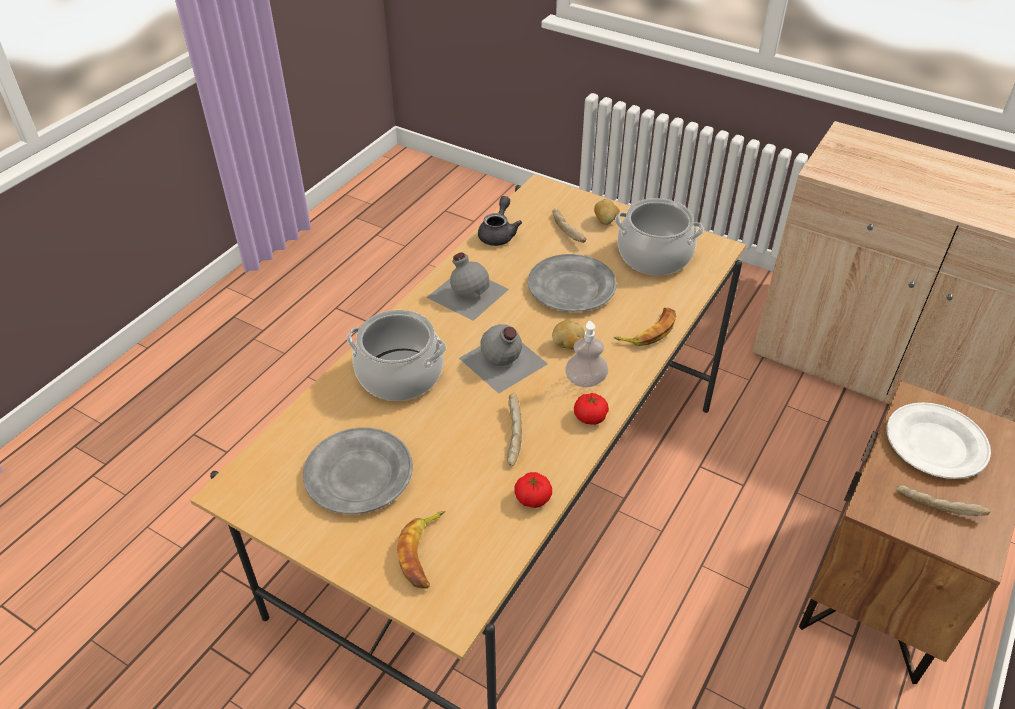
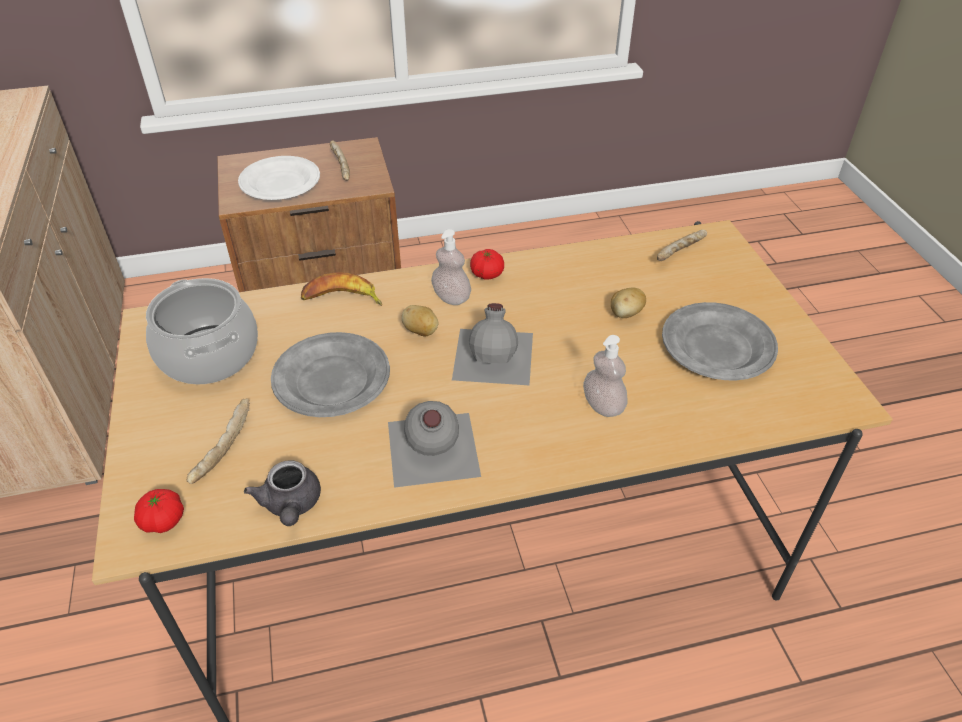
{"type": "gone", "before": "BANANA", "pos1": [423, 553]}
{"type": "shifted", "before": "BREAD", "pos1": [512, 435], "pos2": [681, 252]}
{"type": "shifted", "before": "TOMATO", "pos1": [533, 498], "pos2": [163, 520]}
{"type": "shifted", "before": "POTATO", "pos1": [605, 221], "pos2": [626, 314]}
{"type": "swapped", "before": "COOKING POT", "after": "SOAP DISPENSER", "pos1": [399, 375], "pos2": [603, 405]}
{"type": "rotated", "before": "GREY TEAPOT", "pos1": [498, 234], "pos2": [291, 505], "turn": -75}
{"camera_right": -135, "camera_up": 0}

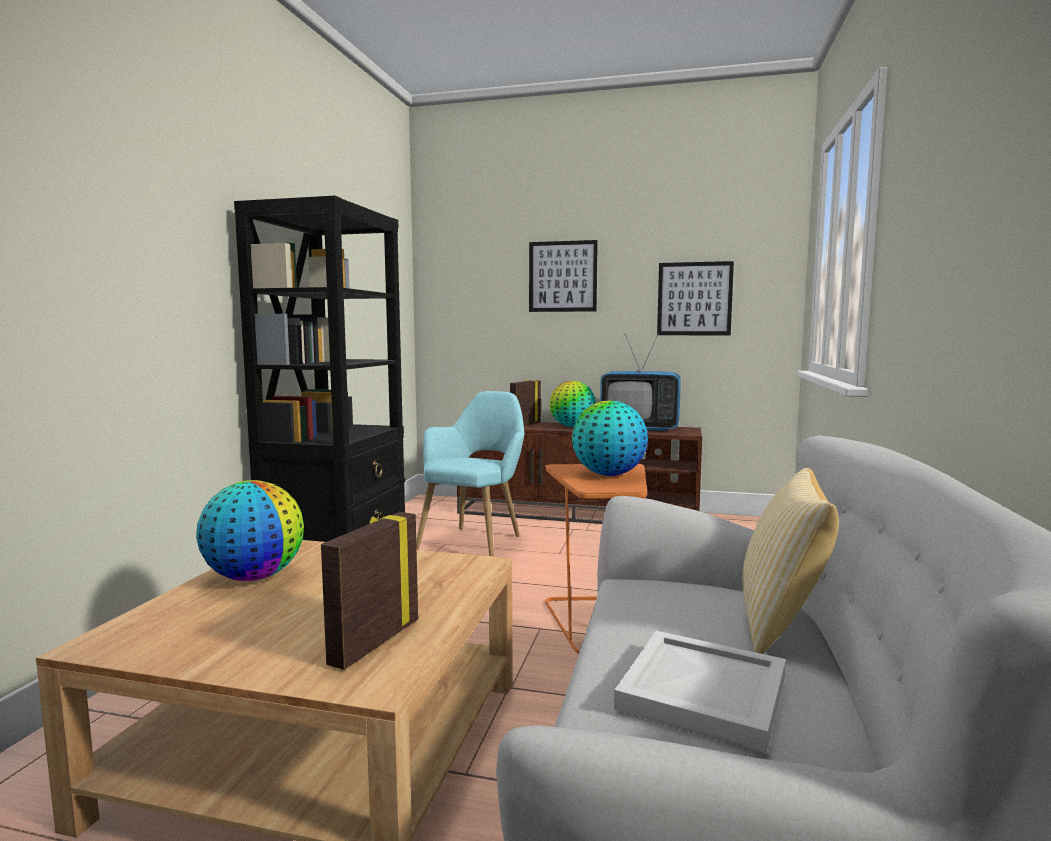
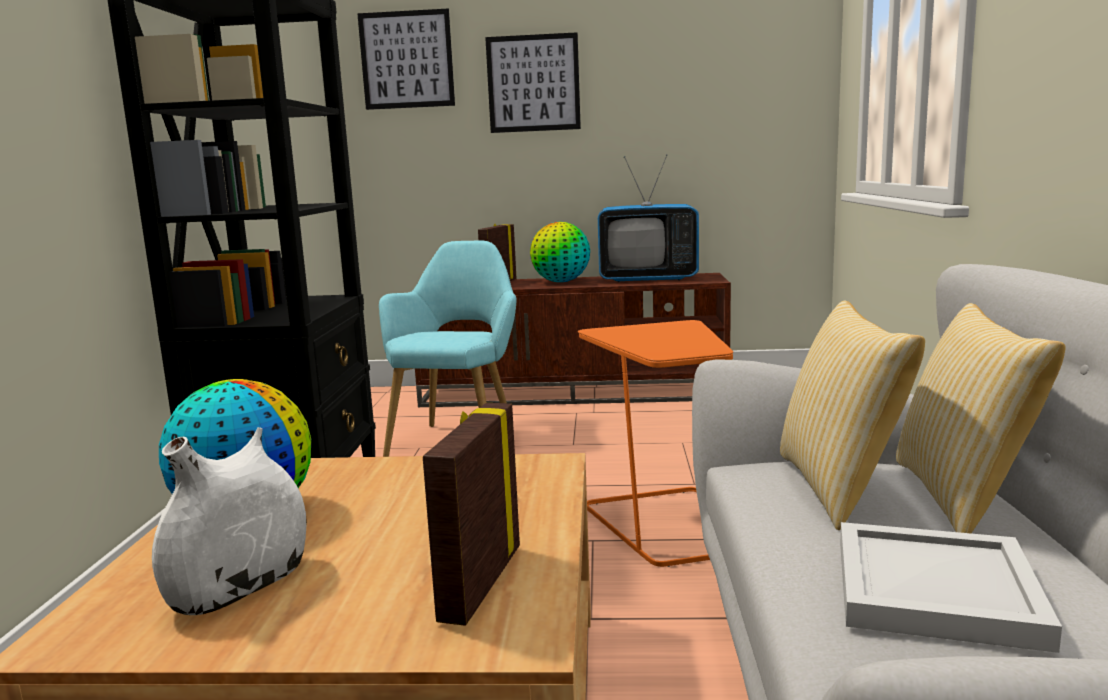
{"type": "gone", "before": "GLOBE", "pos1": [608, 475]}
{"type": "new", "after": "WHITE VASE", "pos2": [241, 586]}
{"type": "new", "after": "PILLOW", "pos2": [840, 488]}
{"type": "shifted", "before": "PICTURE", "pos1": [694, 299], "pos2": [407, 60]}
{"camera_right": -10, "camera_up": 5}

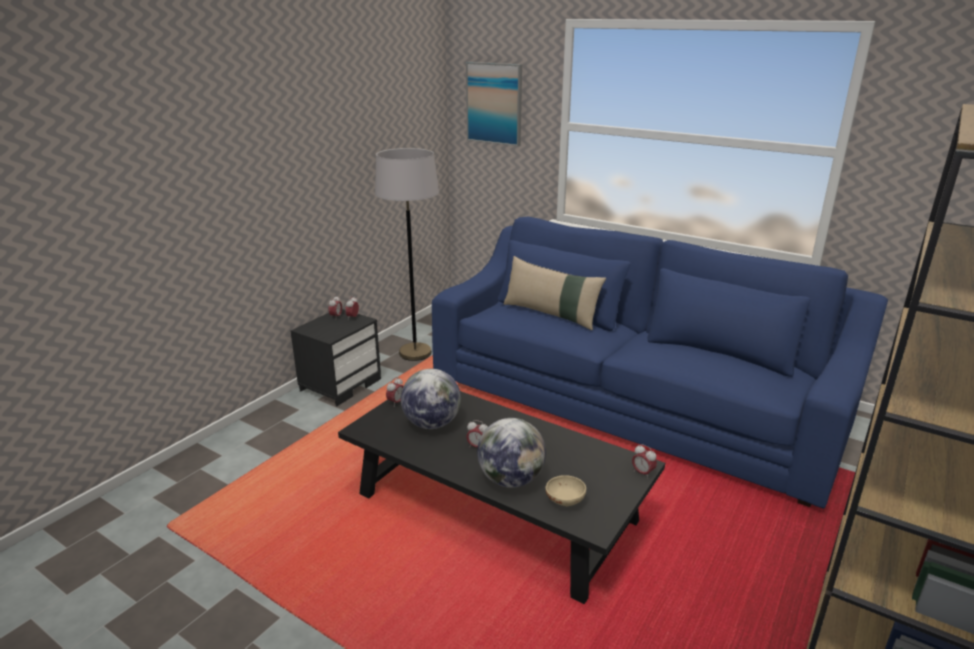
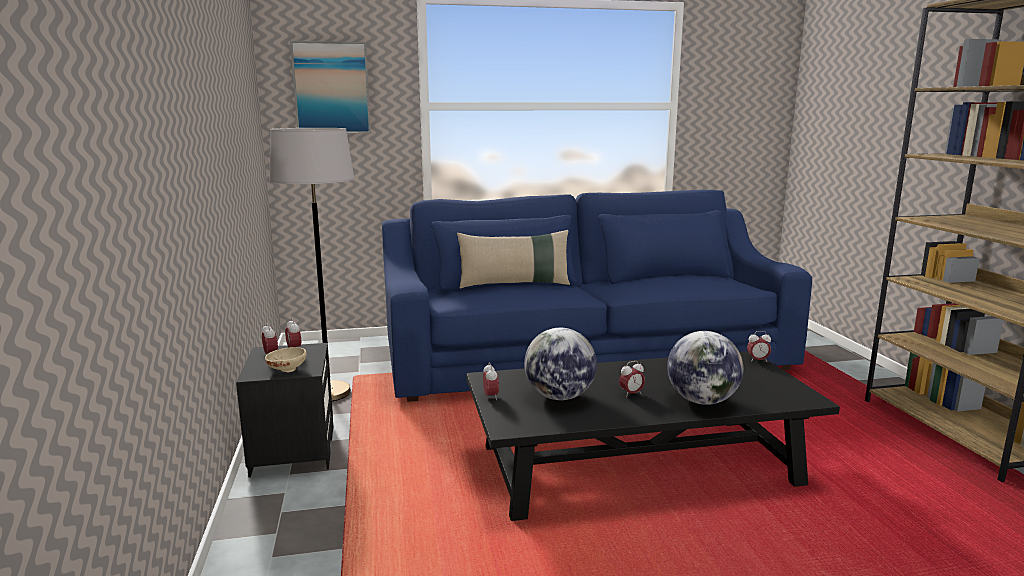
{"type": "shifted", "before": "BEIGE BOWL", "pos1": [564, 500], "pos2": [286, 369]}
{"camera_right": -45, "camera_up": -10}

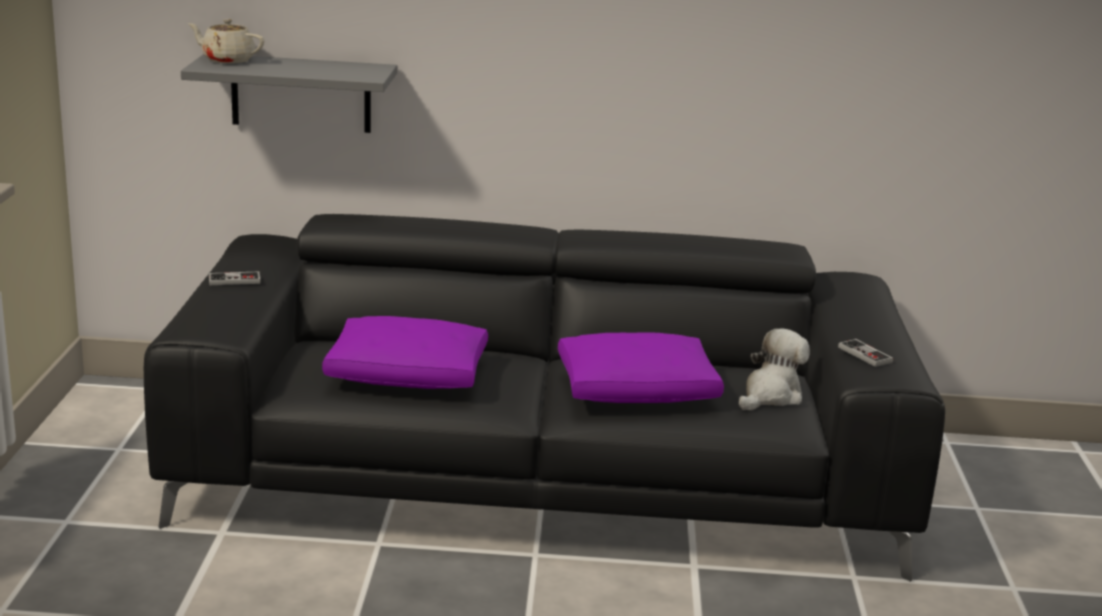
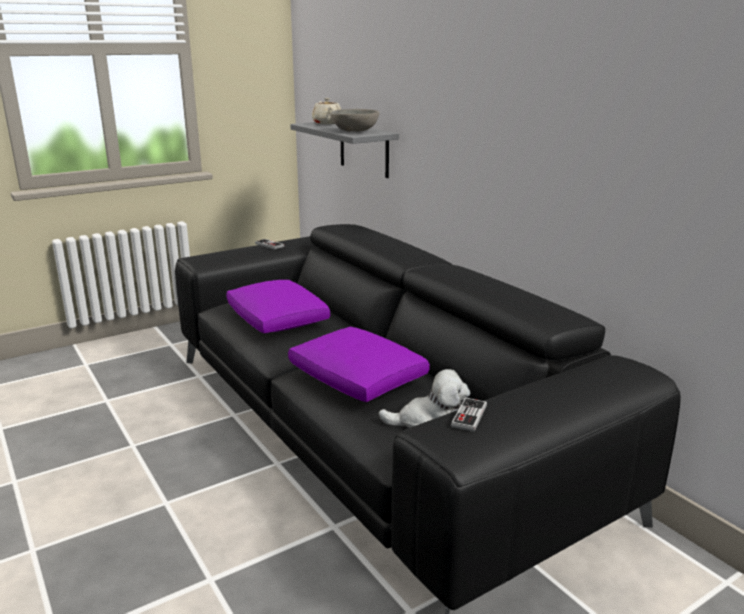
{"type": "new", "after": "GREY BOWL", "pos2": [354, 131]}
{"camera_right": 55, "camera_up": 0}

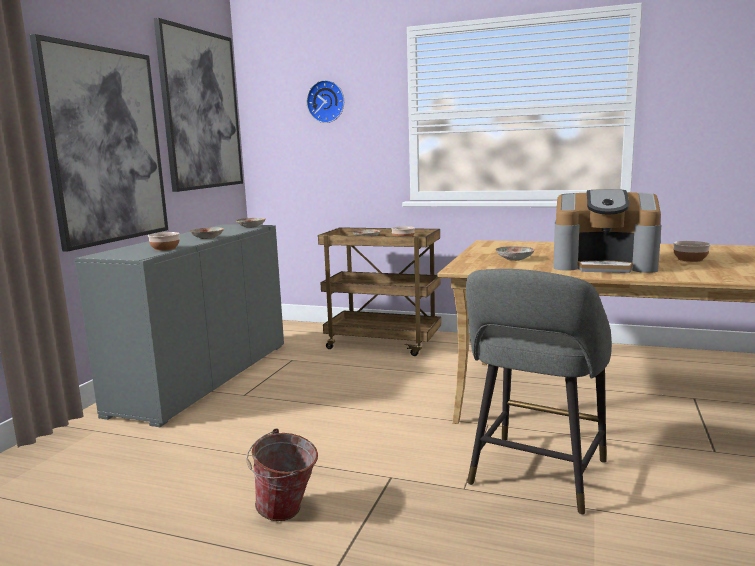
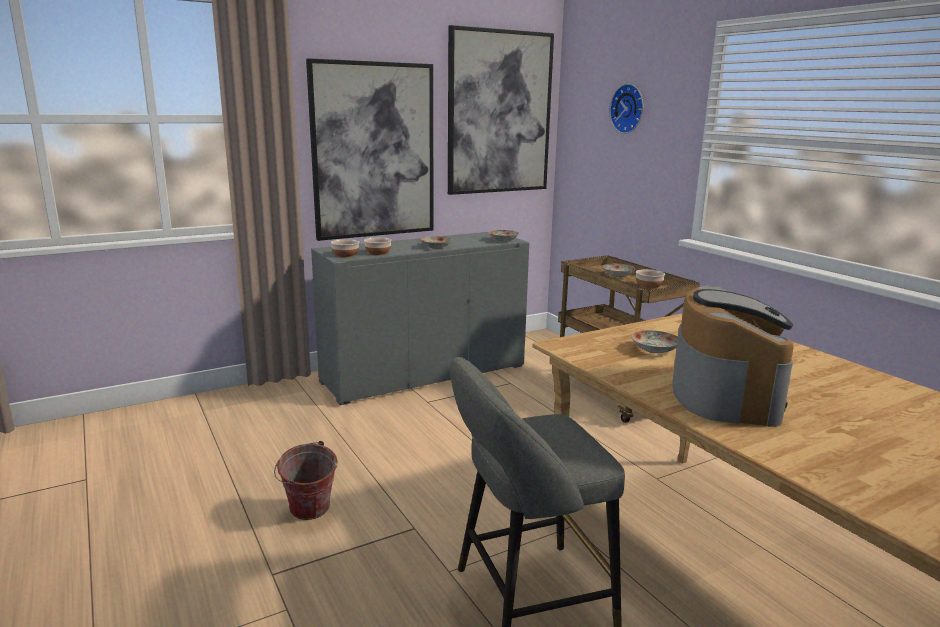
{"type": "shifted", "before": "BOWL", "pos1": [689, 259], "pos2": [345, 255]}
{"type": "rotated", "before": "COFFEE MACHINE", "pos1": [604, 265], "pos2": [725, 393], "turn": -135}
{"camera_right": 40, "camera_up": 5}

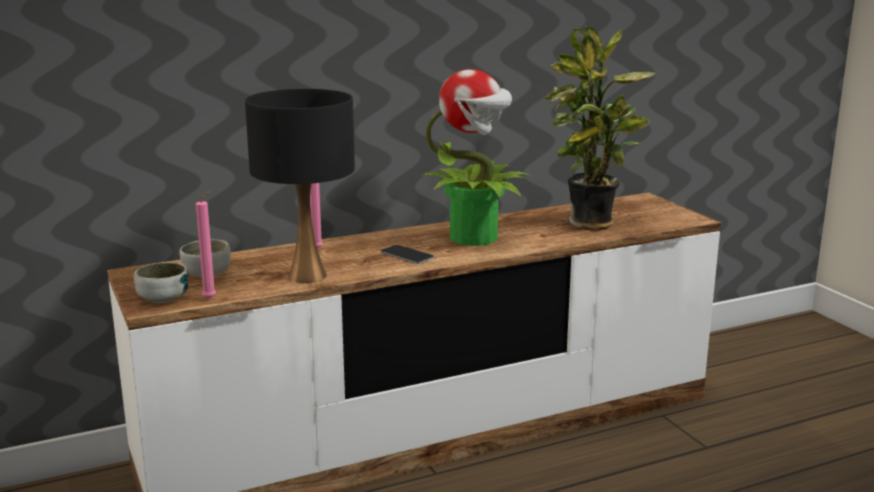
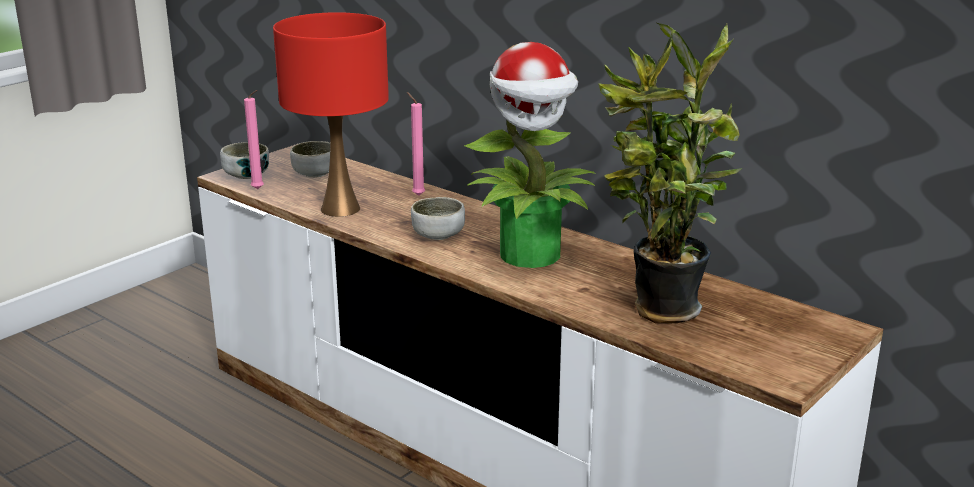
{"type": "swapped", "before": "PHONE", "after": "BOWL", "pos1": [407, 255], "pos2": [438, 235]}
{"type": "repainted", "before": "BLACK TABLE LAMP", "after": "RED TABLE LAMP", "pos1": [306, 276], "pos2": [340, 208]}
{"camera_right": 65, "camera_up": 5}

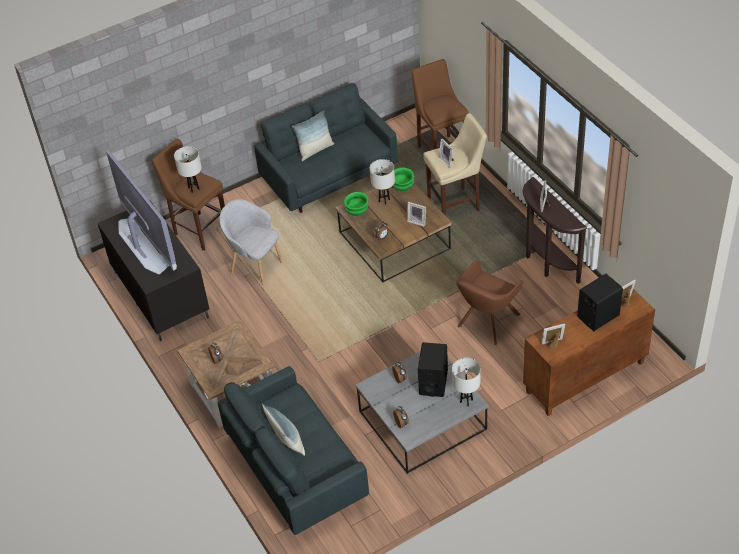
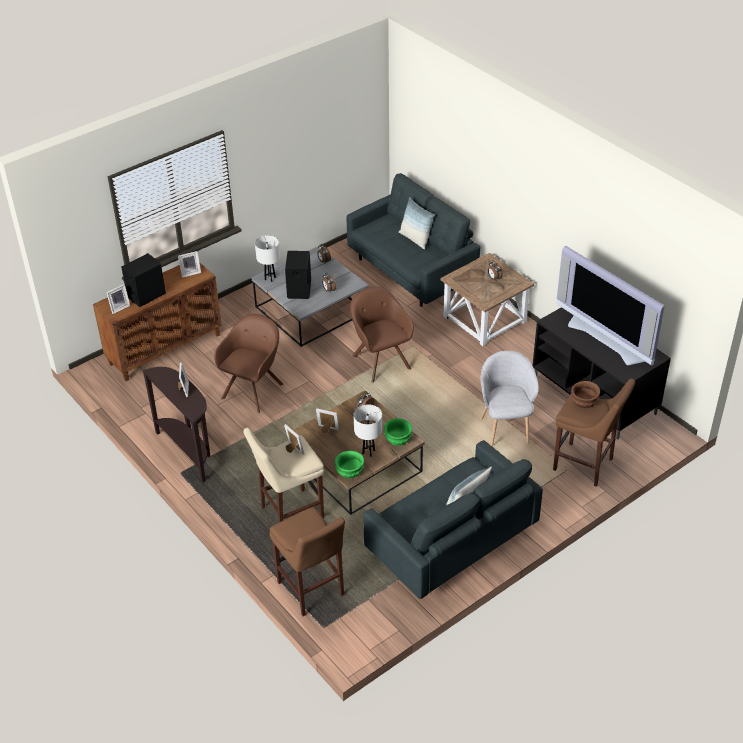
{"type": "new", "after": "BROWN ARMCHAIR", "pos2": [380, 360]}
{"type": "swapped", "before": "WHITE TABLE LAMP", "after": "BROWN BOWL", "pos1": [193, 188], "pos2": [584, 402]}
{"type": "rotated", "before": "GREY ARMCHAIR", "pos1": [255, 266], "pos2": [505, 429], "turn": -120}
{"camera_right": 170, "camera_up": -5}

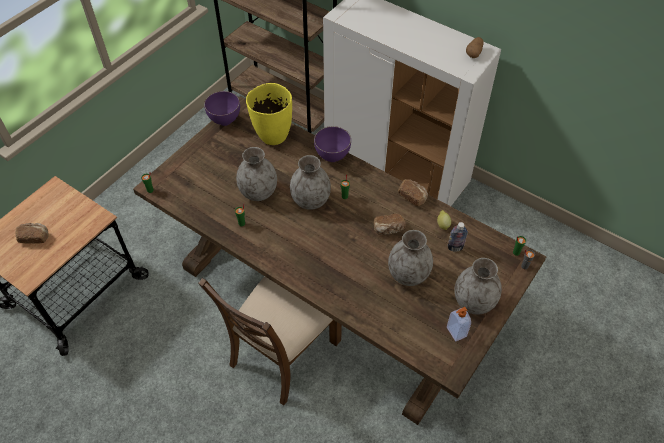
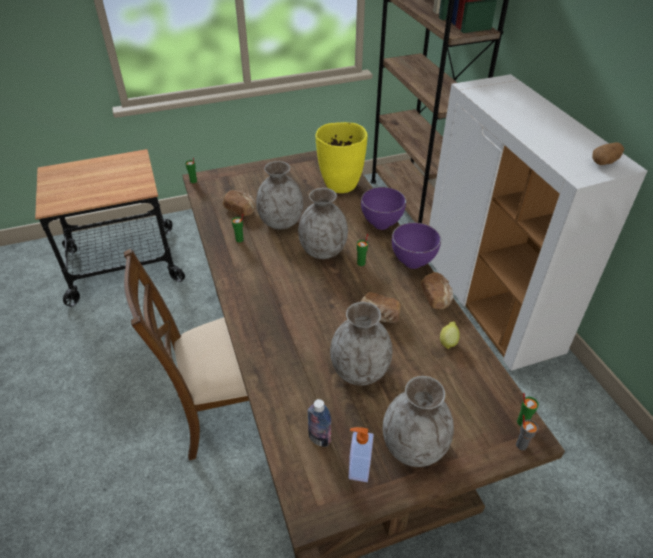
{"type": "shifted", "before": "BREAD", "pos1": [34, 237], "pos2": [240, 209]}
{"type": "shifted", "before": "PURPLE BOWL", "pos1": [226, 121], "pos2": [413, 264]}
{"type": "shifted", "before": "BOTTLE", "pos1": [455, 247], "pos2": [319, 439]}
{"camera_right": 35, "camera_up": -10}

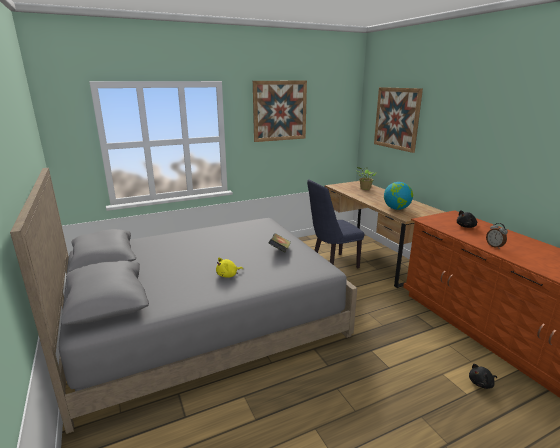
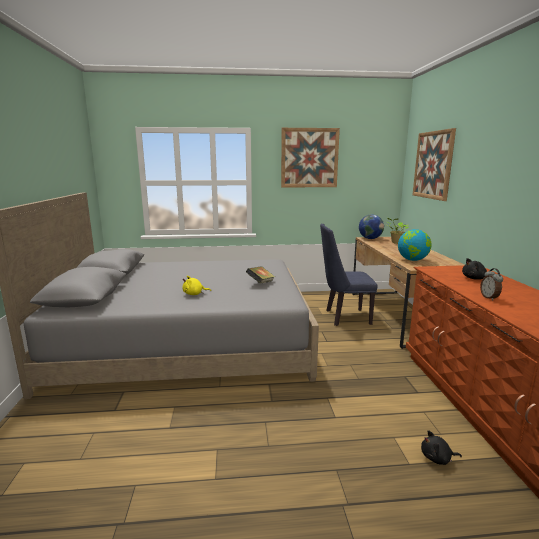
{"type": "new", "after": "GLOBE", "pos2": [370, 238]}
{"camera_right": 20, "camera_up": -5}

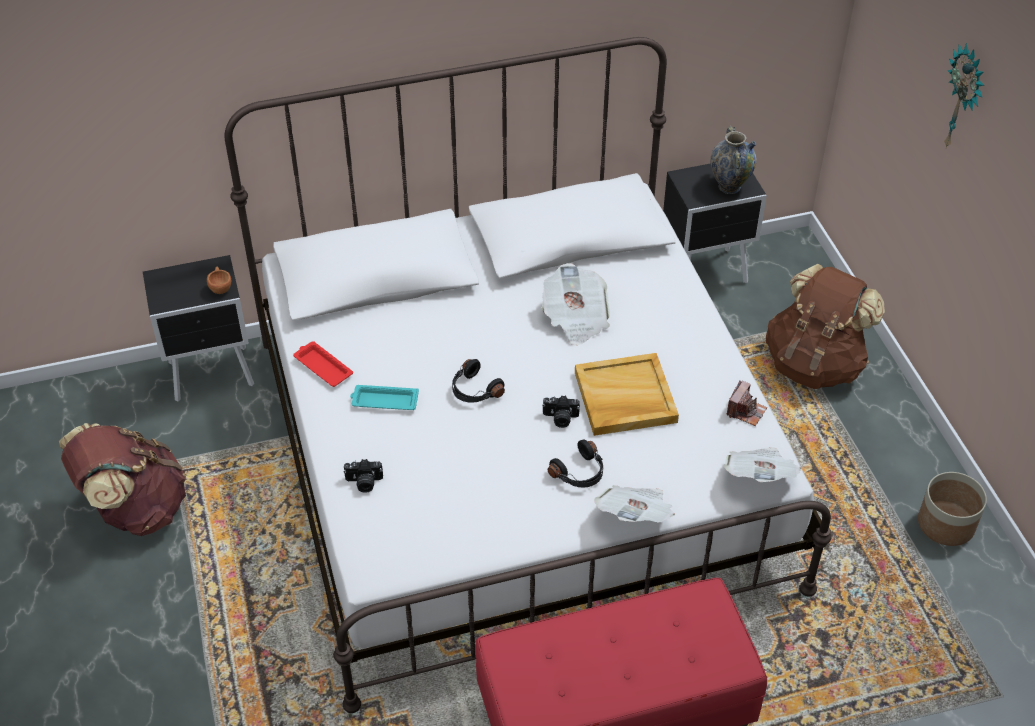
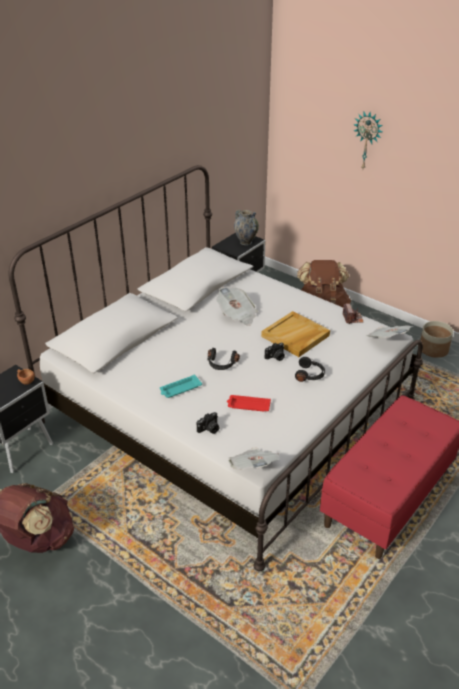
{"type": "shifted", "before": "RED TRAY", "pos1": [322, 367], "pos2": [248, 405]}
{"type": "shifted", "before": "NEWSPAPER", "pos1": [635, 516], "pos2": [253, 468]}
{"camera_right": -35, "camera_up": -10}

